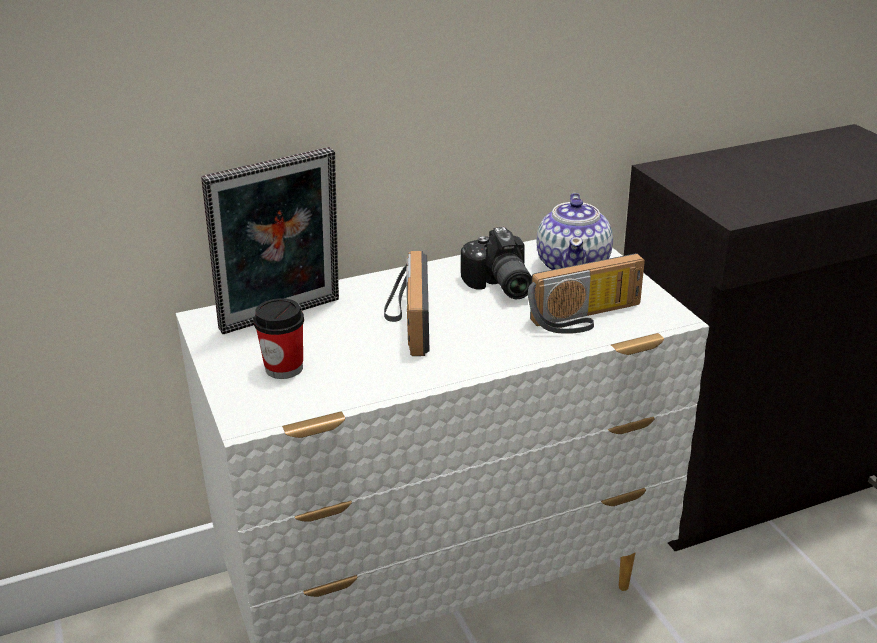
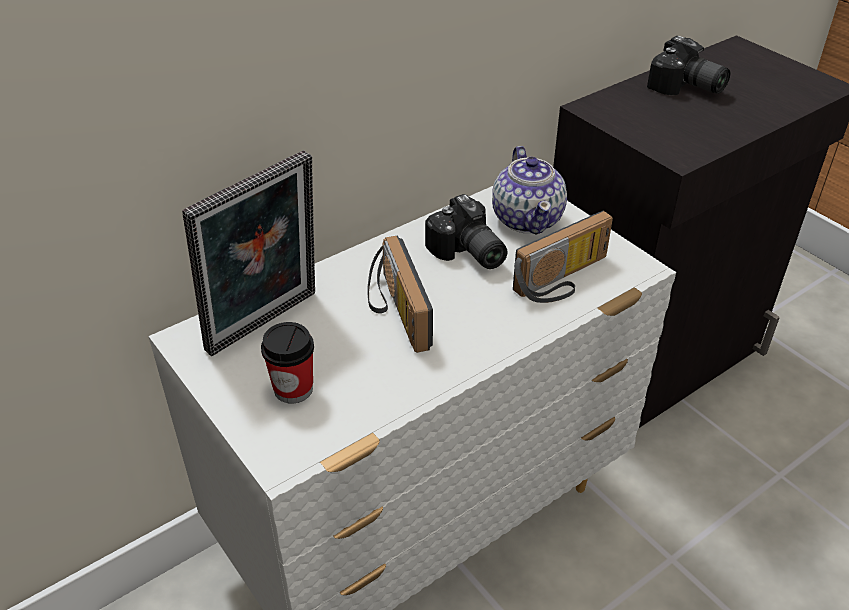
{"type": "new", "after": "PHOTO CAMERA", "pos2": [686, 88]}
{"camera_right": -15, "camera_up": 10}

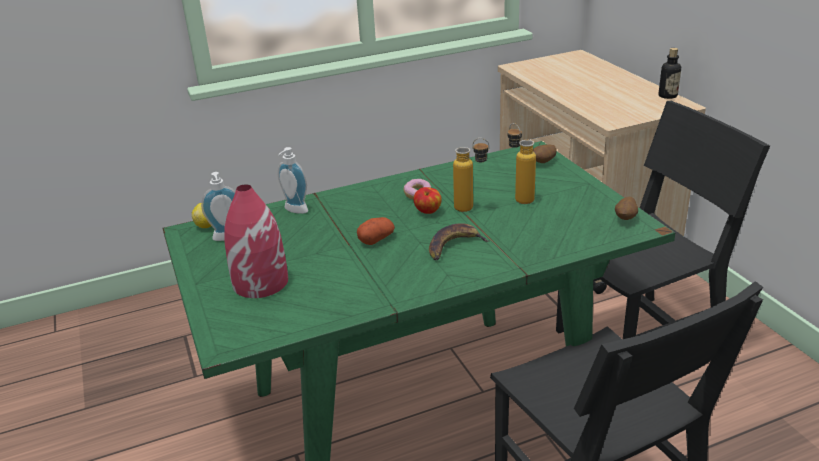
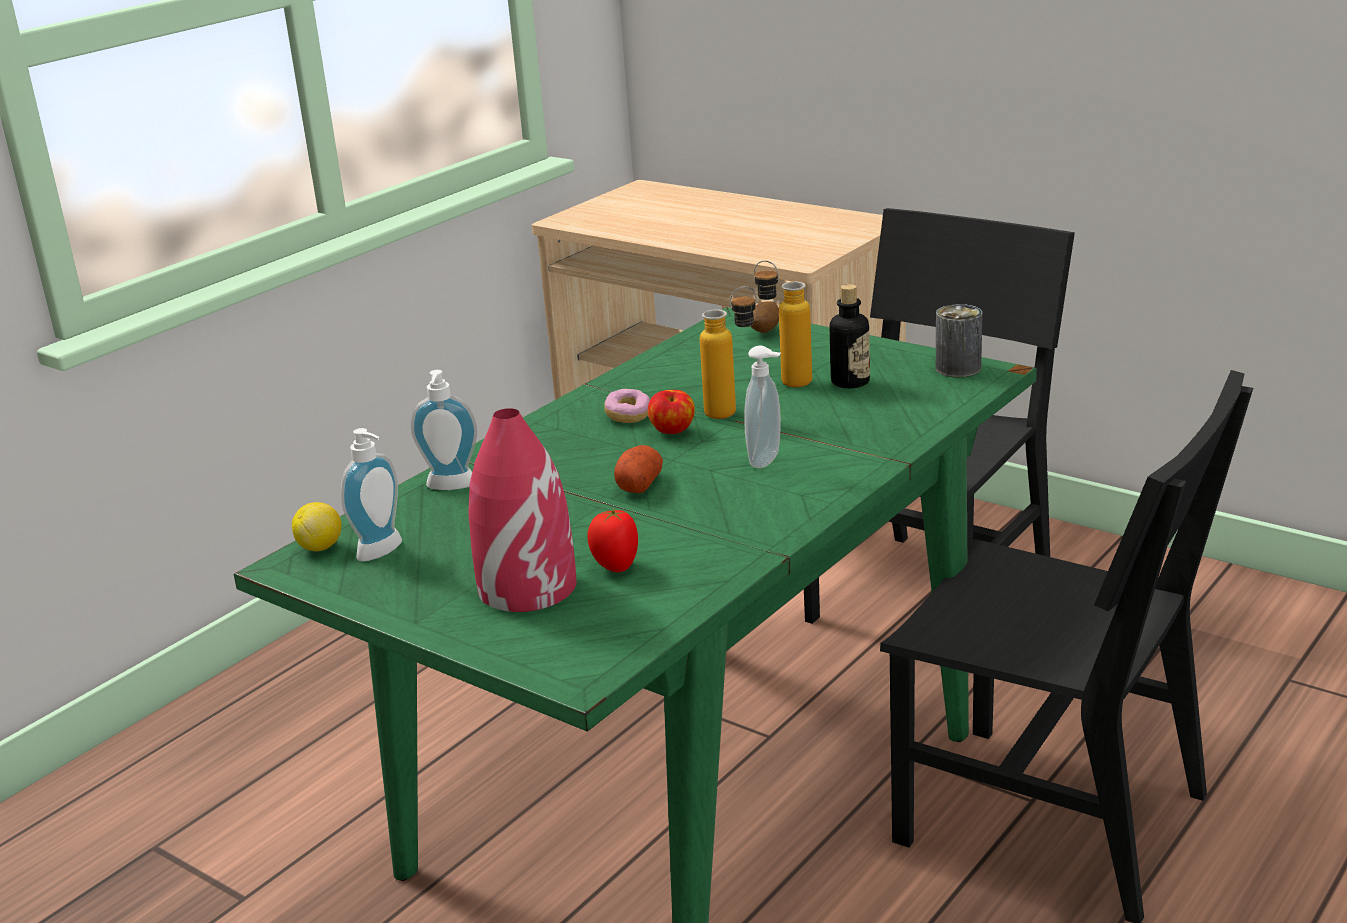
{"type": "new", "after": "TOMATO", "pos2": [615, 566]}
{"type": "shifted", "before": "BOTTLE", "pos1": [667, 96], "pos2": [850, 382]}
{"type": "swapped", "before": "BANANA", "after": "SOAP DISPENSER", "pos1": [454, 246], "pos2": [767, 460]}
{"type": "swapped", "before": "POTATO", "after": "CAN", "pos1": [625, 218], "pos2": [958, 368]}
{"camera_right": -30, "camera_up": -5}

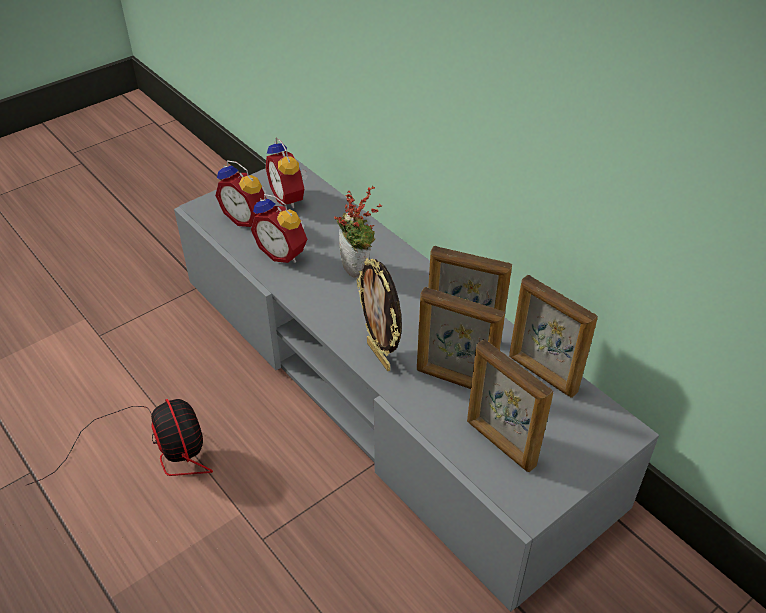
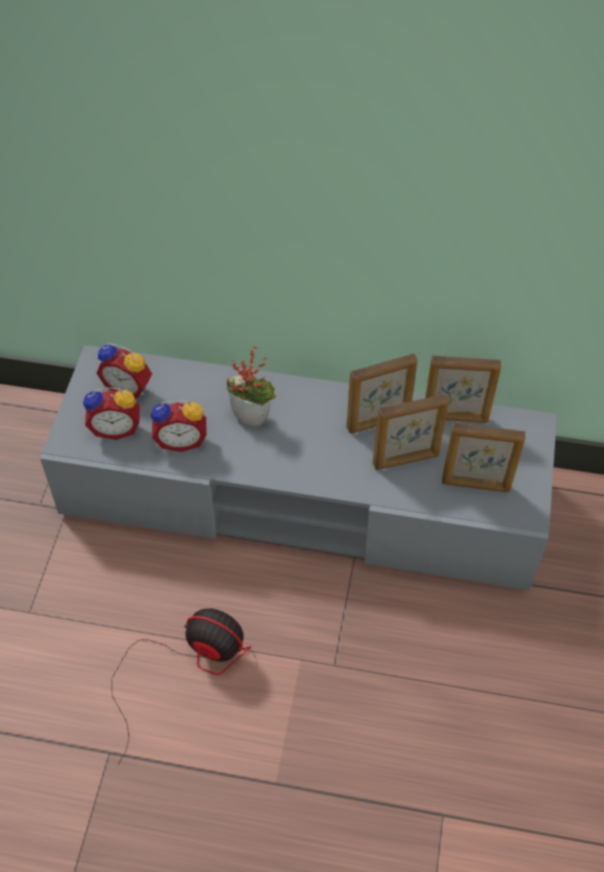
{"type": "gone", "before": "PICTURE FRAME", "pos1": [380, 356]}
{"camera_right": -40, "camera_up": 10}

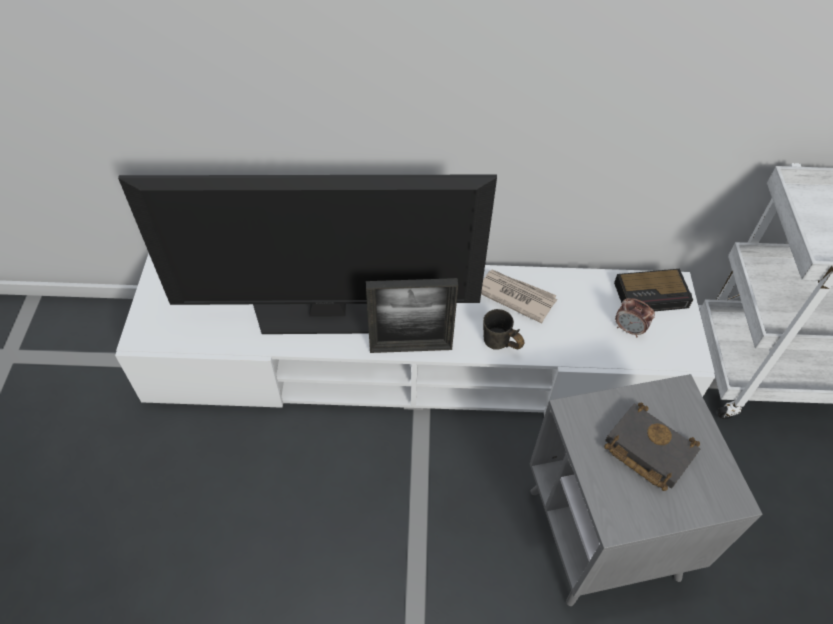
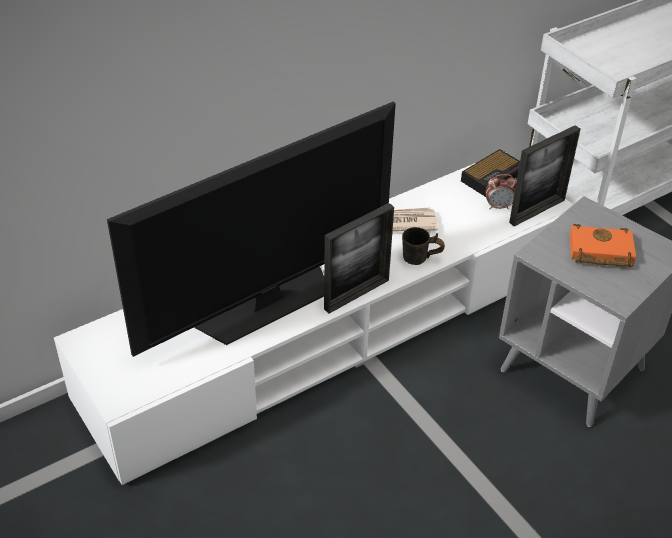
{"type": "new", "after": "PICTURE FRAME", "pos2": [537, 211]}
{"type": "repainted", "before": "BLACK BOOK", "after": "ORANGE BOOK", "pos1": [645, 450], "pos2": [599, 251]}
{"camera_right": -35, "camera_up": -10}

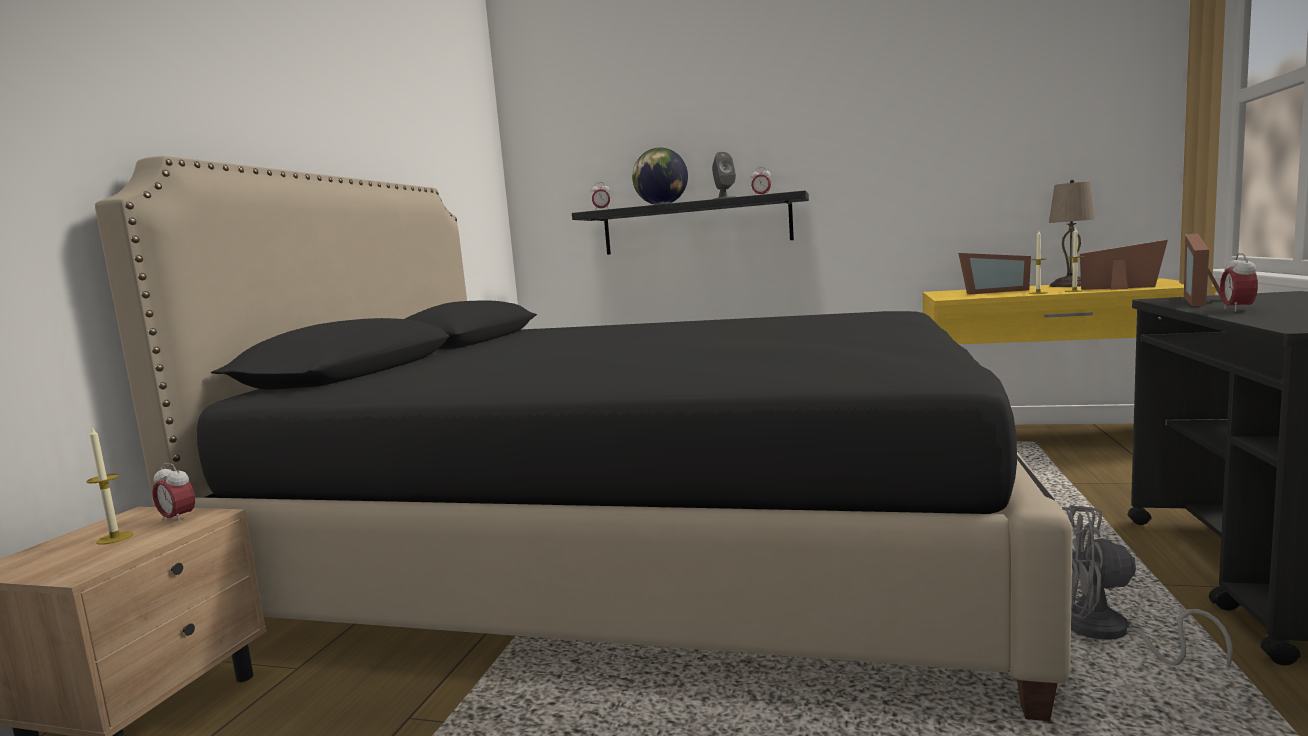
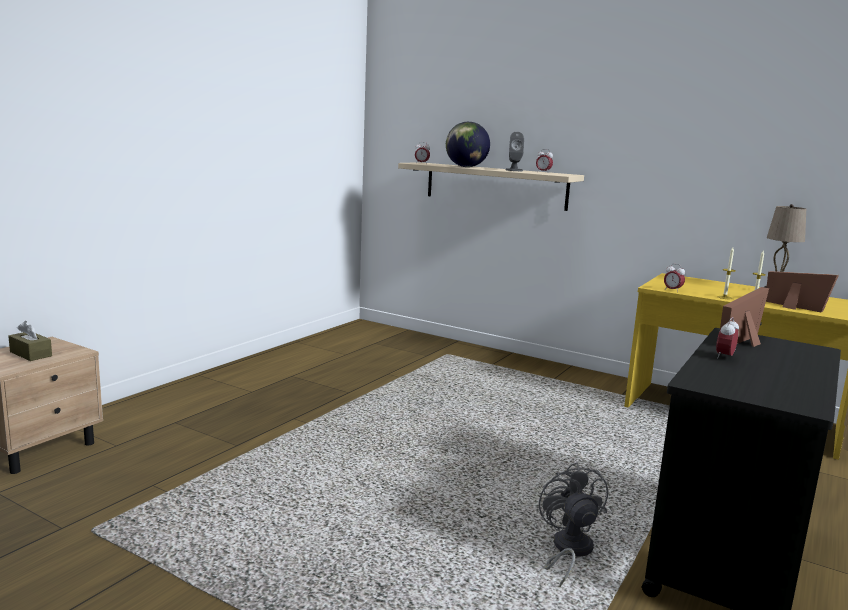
{"type": "gone", "before": "BLACK BED", "pos1": [639, 547]}
{"type": "gone", "before": "PICTURE FRAME", "pos1": [992, 292]}
{"type": "shifted", "before": "ALARM CLOCK", "pos1": [178, 519], "pos2": [672, 290]}
{"type": "swapped", "before": "CANDLE", "after": "BROWN TISSUE BOX", "pos1": [115, 538], "pos2": [31, 354]}
{"type": "repainted", "before": "BLACK SHELF", "after": "BEIGE SHELF", "pos1": [695, 226], "pos2": [495, 185]}
{"type": "rotated", "before": "GREY FAN", "pos1": [1108, 634], "pos2": [568, 551], "turn": 45}
{"camera_right": 15, "camera_up": 5}

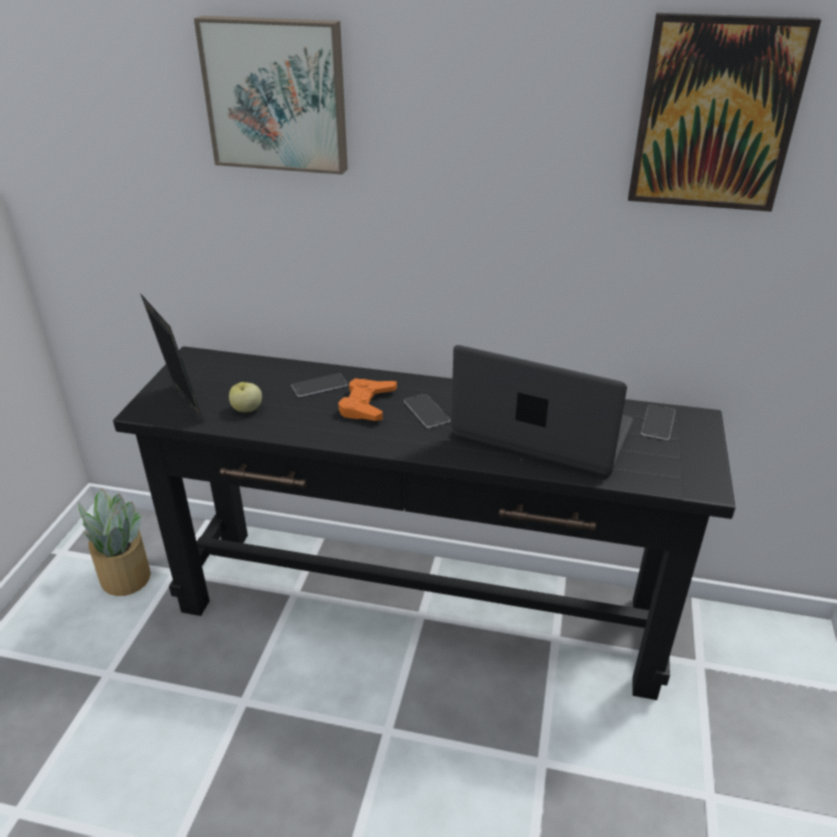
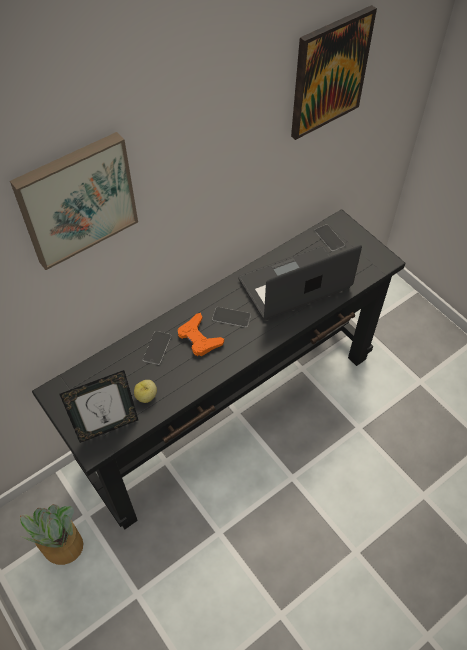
{"type": "rotated", "before": "PICTURE FRAME", "pos1": [181, 405], "pos2": [107, 427], "turn": 150}
{"camera_right": -50, "camera_up": 20}

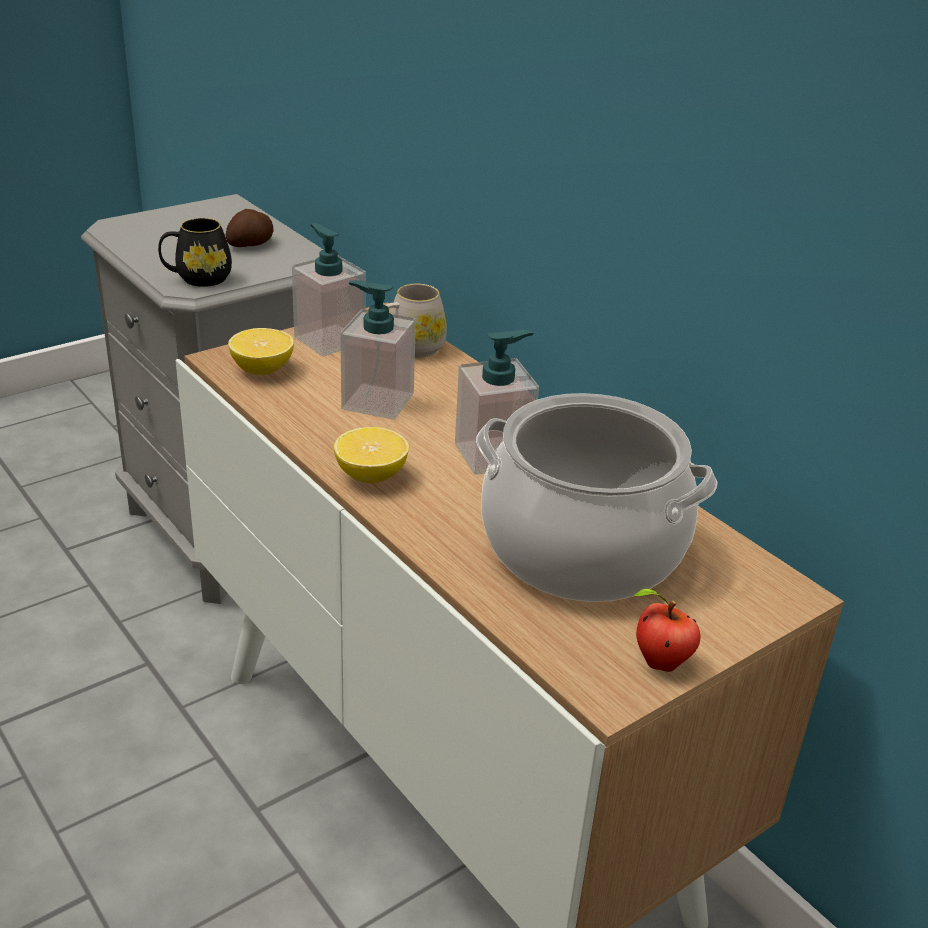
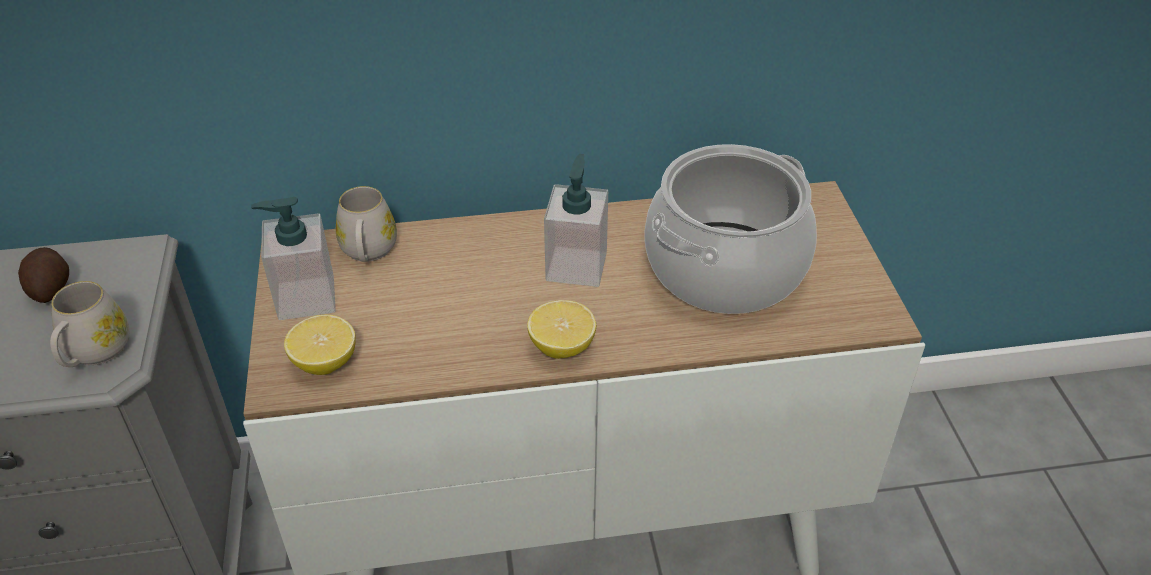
{"type": "gone", "before": "SOAP DISPENSER", "pos1": [377, 401]}
{"type": "gone", "before": "APPLE", "pos1": [659, 663]}
{"type": "repainted", "before": "BLACK MUG", "after": "WHITE MUG", "pos1": [197, 278], "pos2": [94, 353]}
{"camera_right": -60, "camera_up": 10}

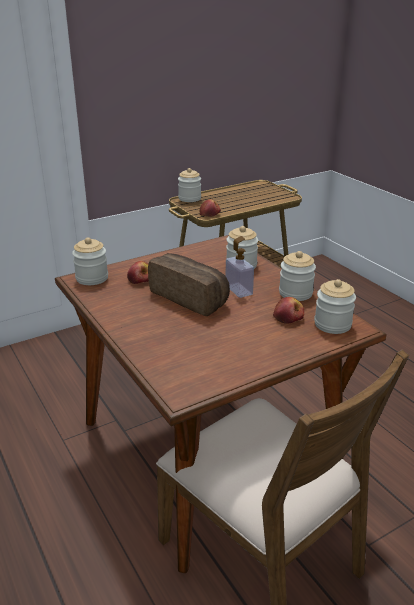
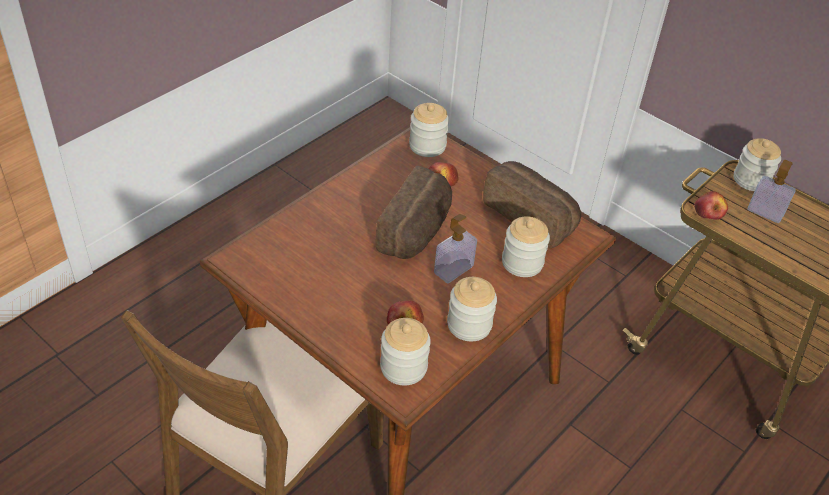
{"type": "new", "after": "BREAD", "pos2": [531, 216]}
{"type": "new", "after": "SOAP DISPENSER", "pos2": [765, 212]}
{"camera_right": 70, "camera_up": 15}

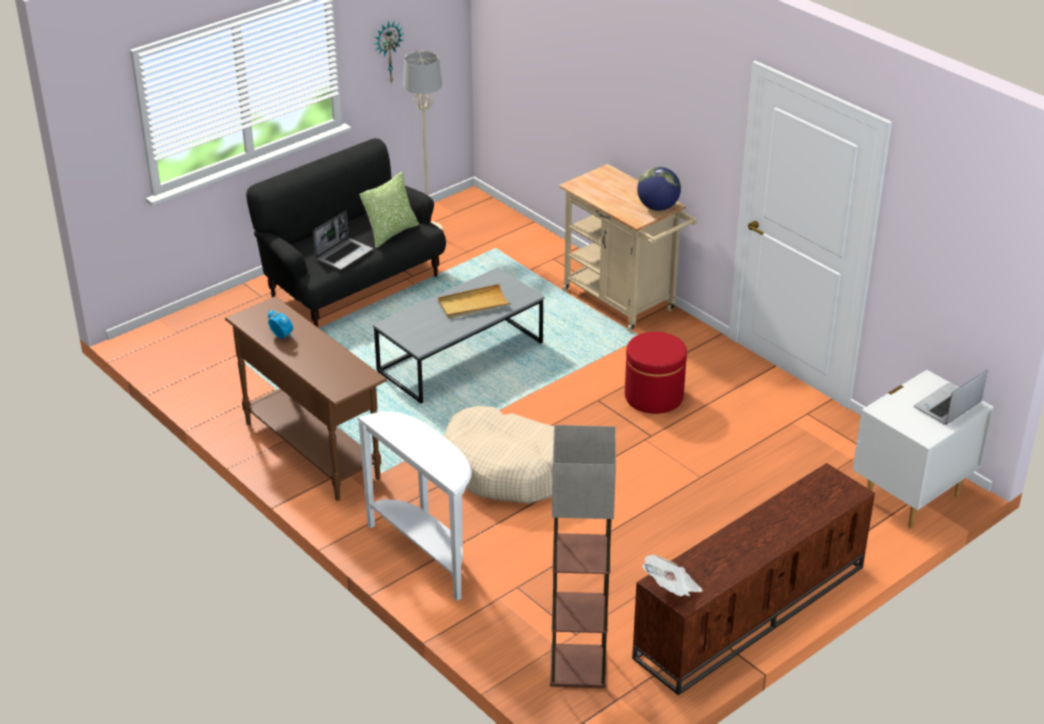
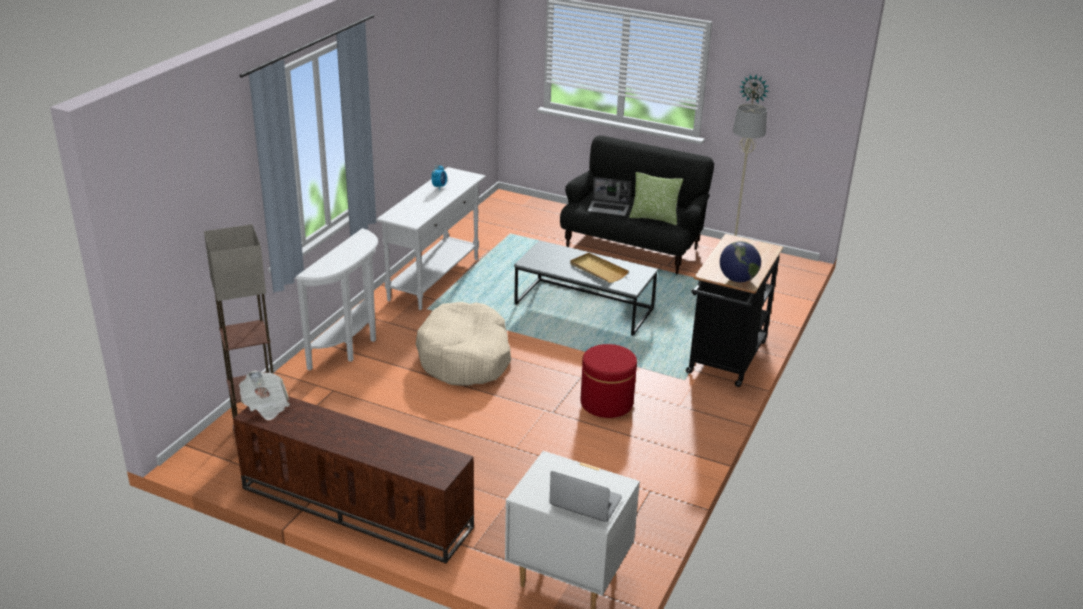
{"type": "repainted", "before": "BROWN CONSOLE TABLE", "after": "WHITE CONSOLE TABLE", "pos1": [312, 450], "pos2": [434, 279]}
{"type": "repainted", "before": "BEIGE CART", "after": "BLACK CART", "pos1": [623, 303], "pos2": [725, 361]}
{"camera_right": 65, "camera_up": -5}

